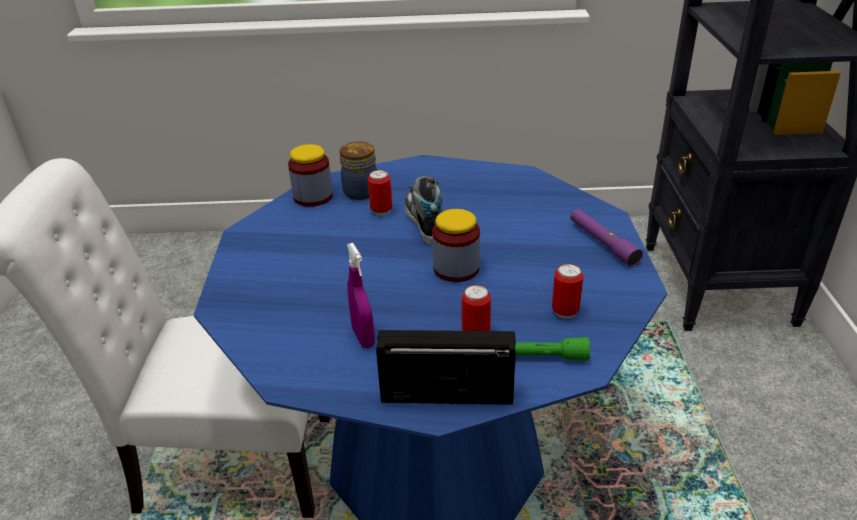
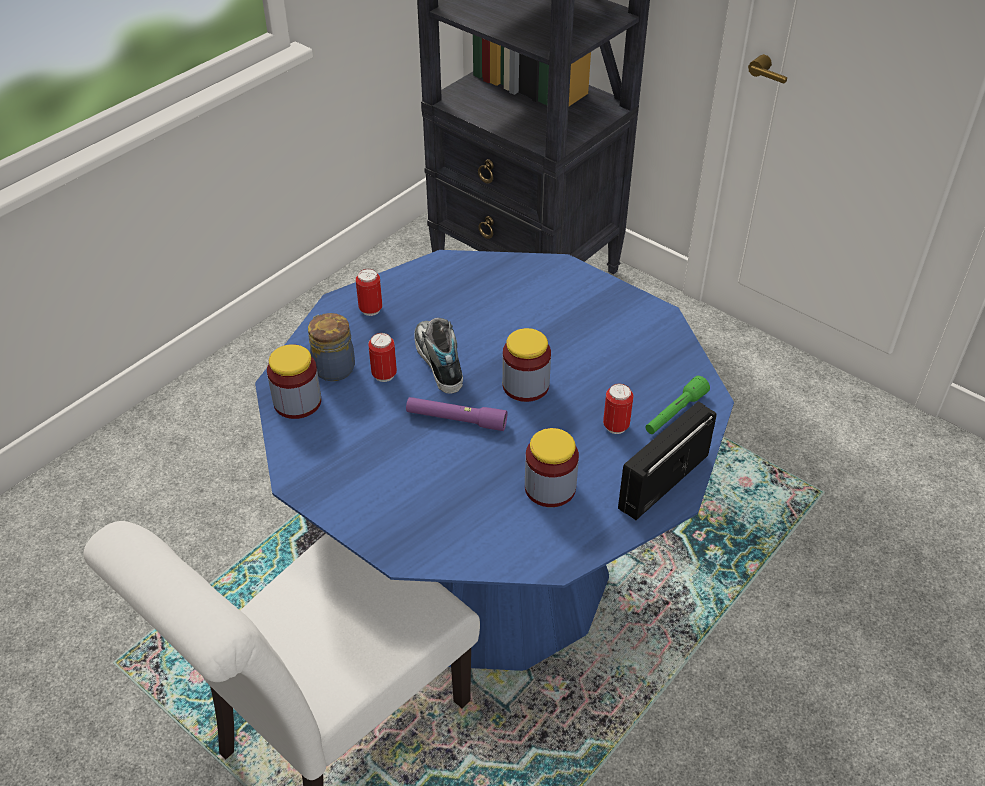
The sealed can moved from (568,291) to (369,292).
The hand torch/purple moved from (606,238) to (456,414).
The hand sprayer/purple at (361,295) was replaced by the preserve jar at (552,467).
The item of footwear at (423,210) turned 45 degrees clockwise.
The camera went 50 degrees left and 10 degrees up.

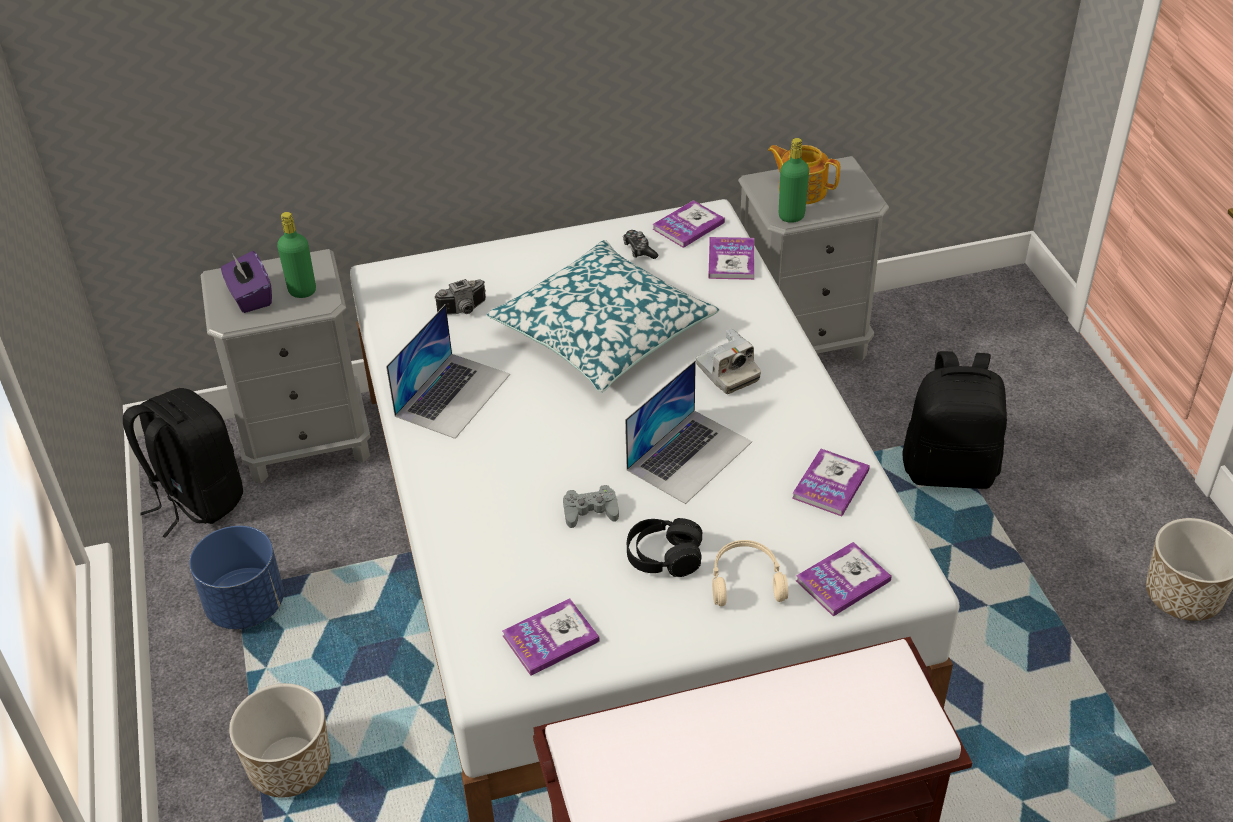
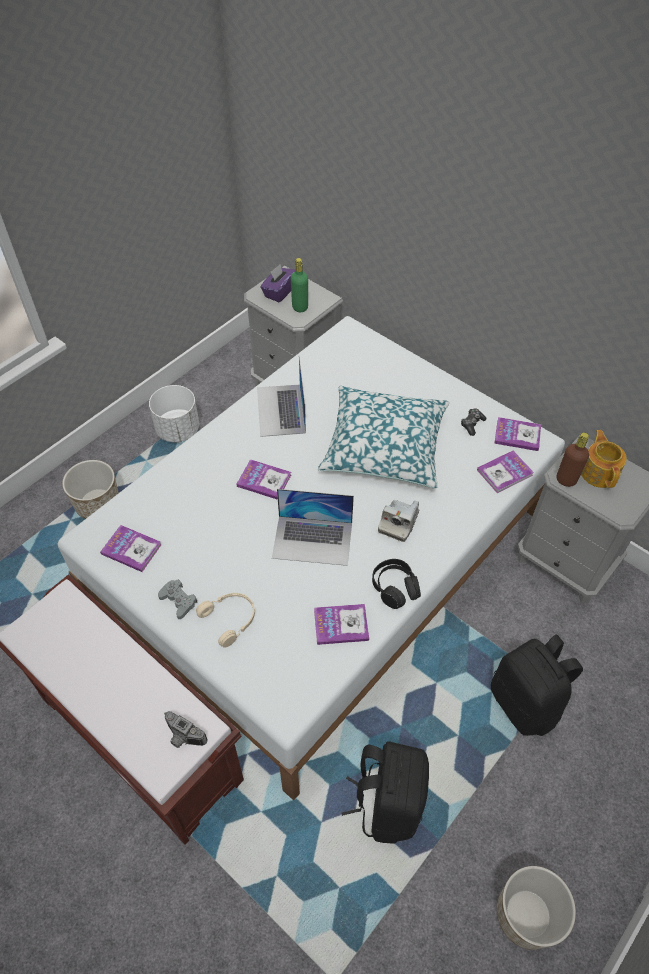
The backpack/black moved from (183,463) to (385,792).
The still camera moved from (460,297) to (185,729).
The gamepad/gray moved from (591,506) to (178,599).
The headphones/black moved from (664,547) to (396,584).
The volume moved from (844,579) to (263,479).
The plant pot/blue at (236,577) became the plant pot/whitish at (174,413).
The beverage bottle/greenish at (794,180) became the beverage bottle/brown-coloured at (573,459).
The portable computer at (448,371) turned 90 degrees clockwise.
The camera went 55 degrees right and 10 degrees up.

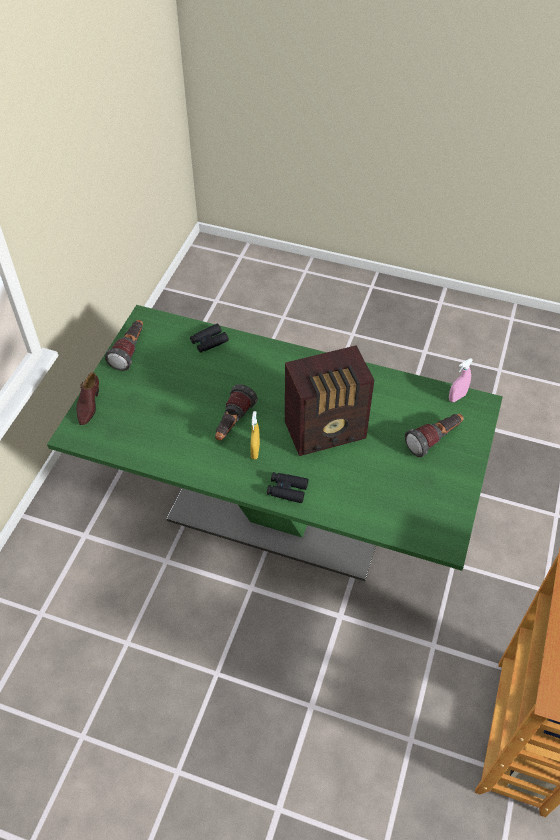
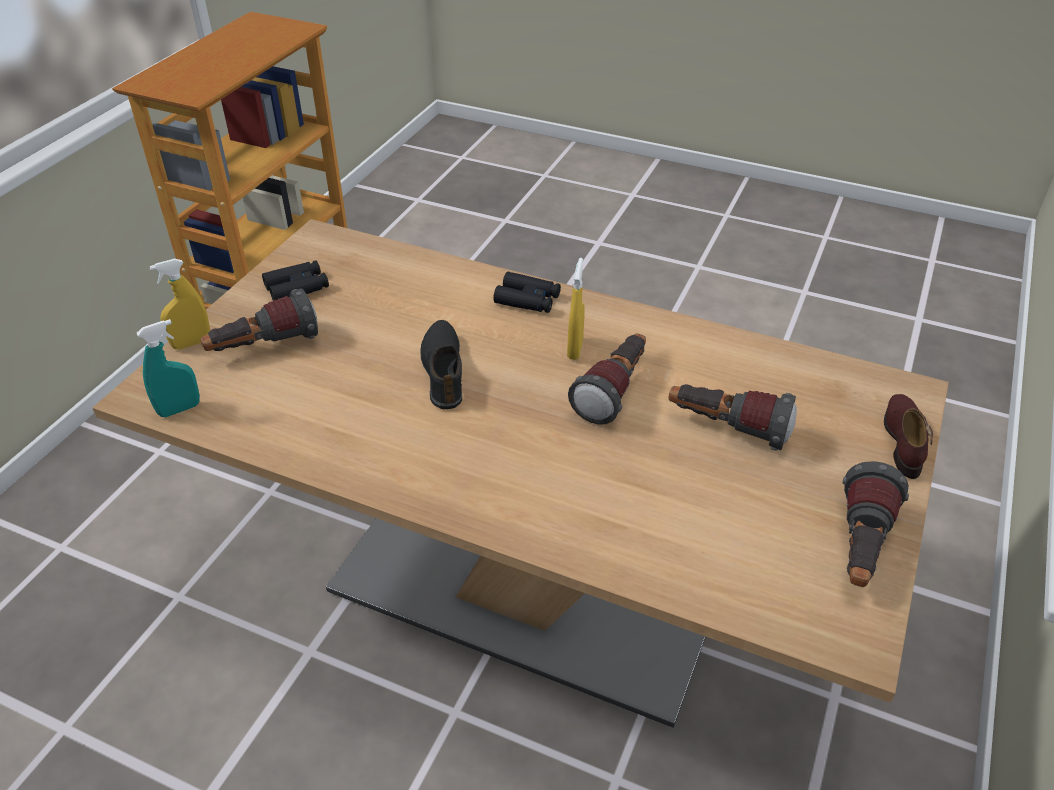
The hand sprayer/yellow at (179,304) appeared.
The hand torch at (733,417) appeared.
The pair of binoculars/black moved from (209,338) to (295,280).
The radio set at (329,400) was replaced by the item of footwear/black at (441,364).
The dinner table/greenish at (275,443) became the dinner table/beige at (520,473).
The hand sprayer/pink at (461,380) became the hand sprayer/blue-green at (168,368).
The camera went 175 degrees left and 10 degrees down.

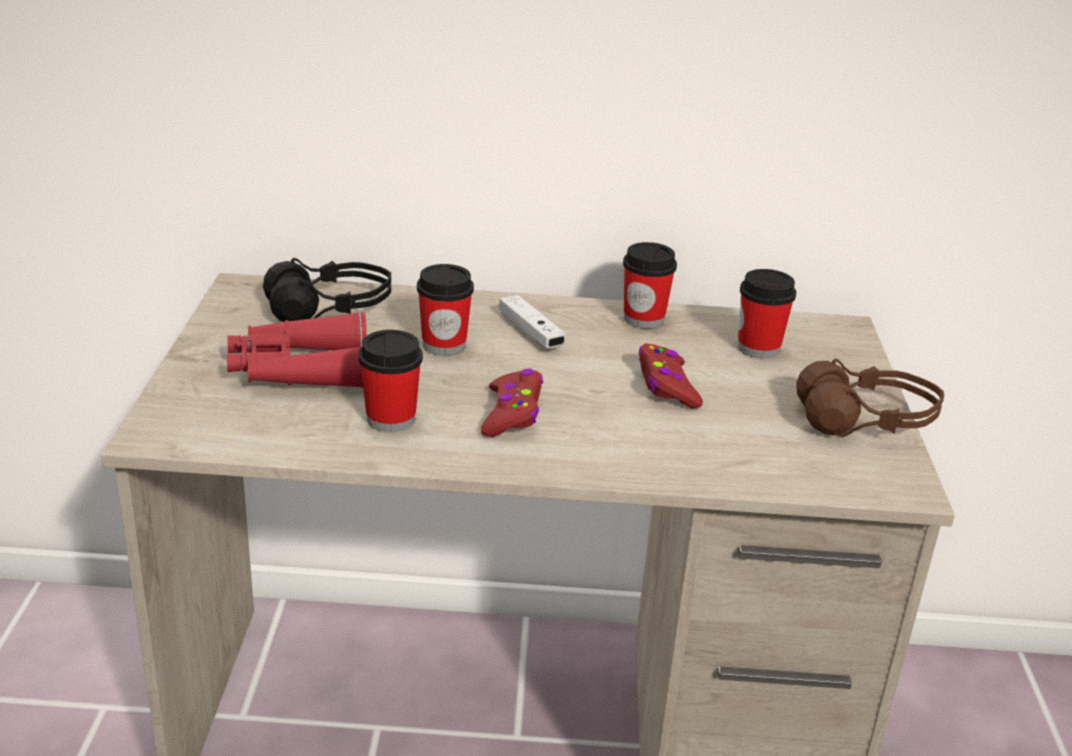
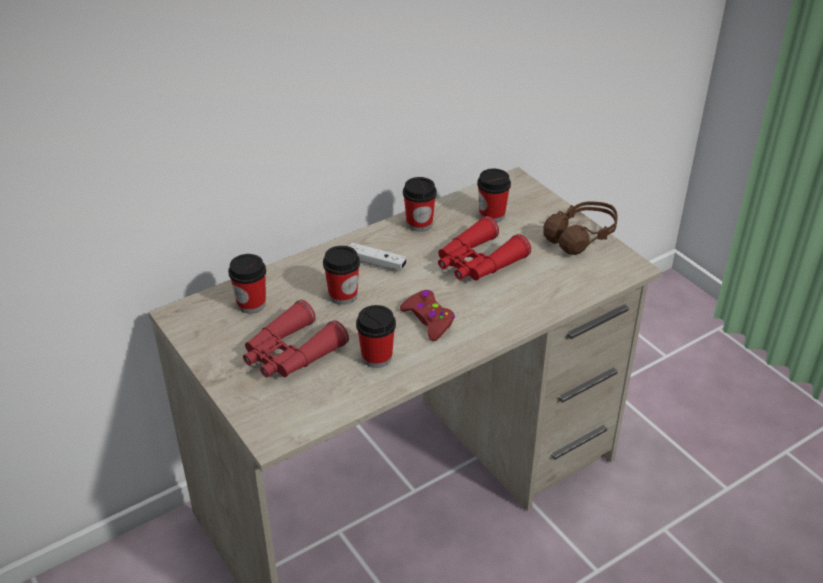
The headphones/black at (327,290) was replaced by the cup at (247,283).
The gamepad/red-coloured at (671,376) was replaced by the pair of binoculars/red-coloured at (484,248).
The camera went 35 degrees left and 10 degrees up.

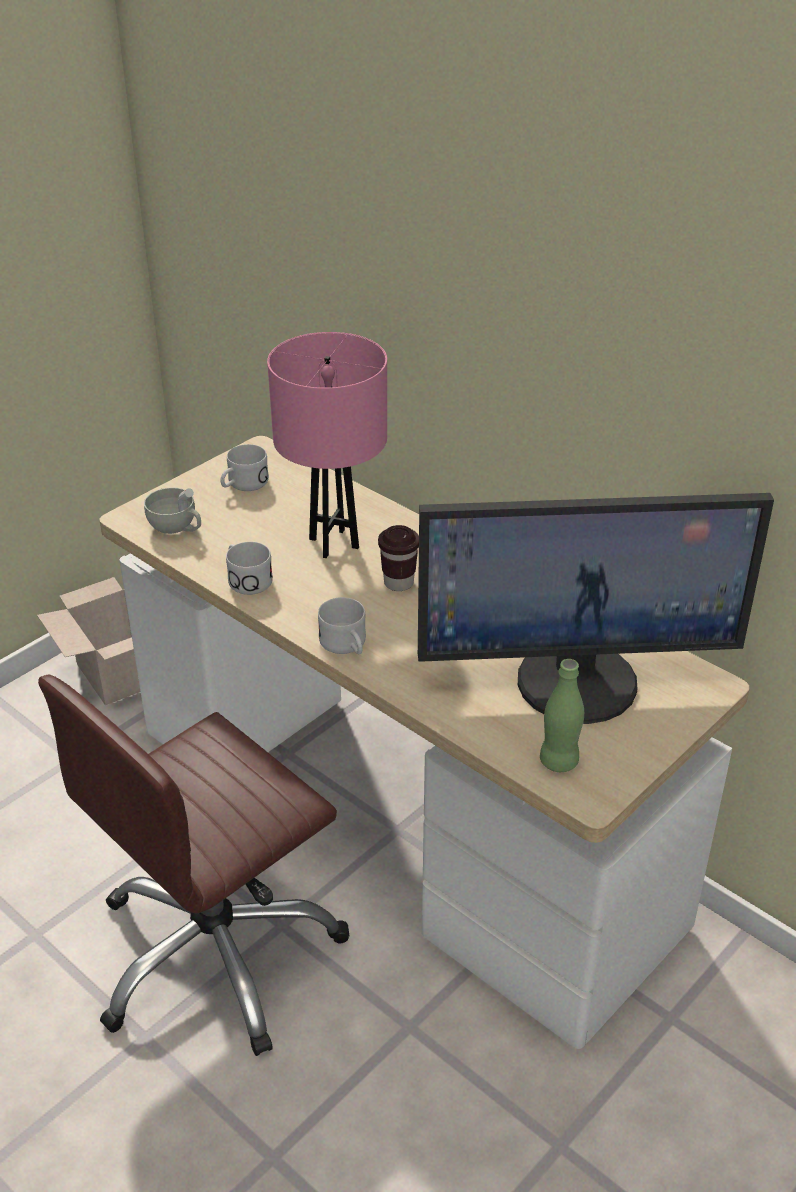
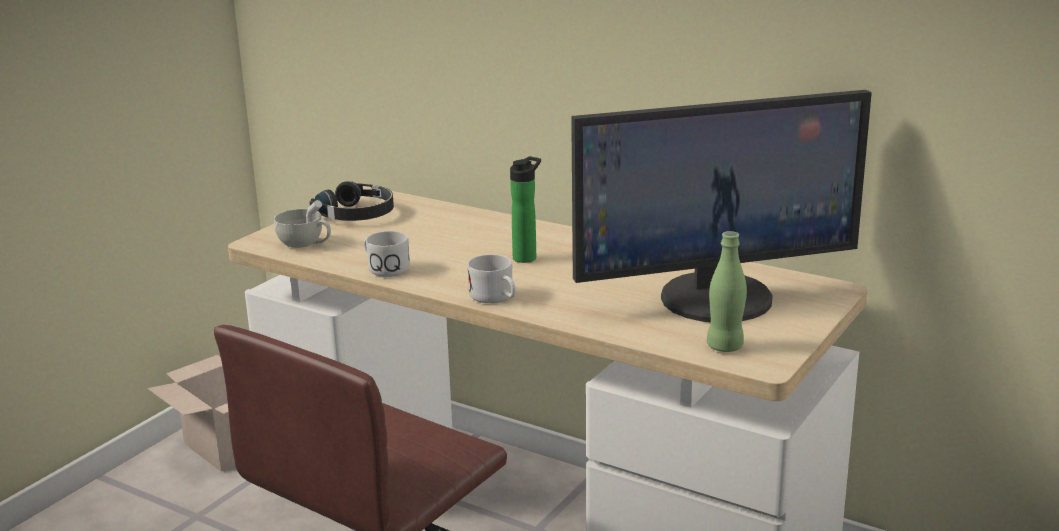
The lamp for a table/pink at (327,445) disappeared.
The mug/whitish at (244,467) was replaced by the headphones/black at (352,201).
The cup/brown-coloured at (398,558) was replaced by the beverage bottle at (525,209).
The camera went 10 degrees left and 15 degrees down.

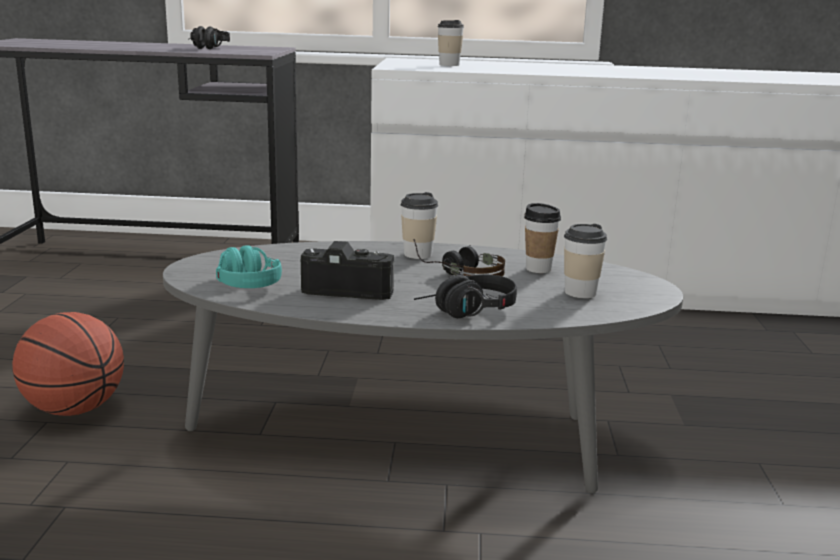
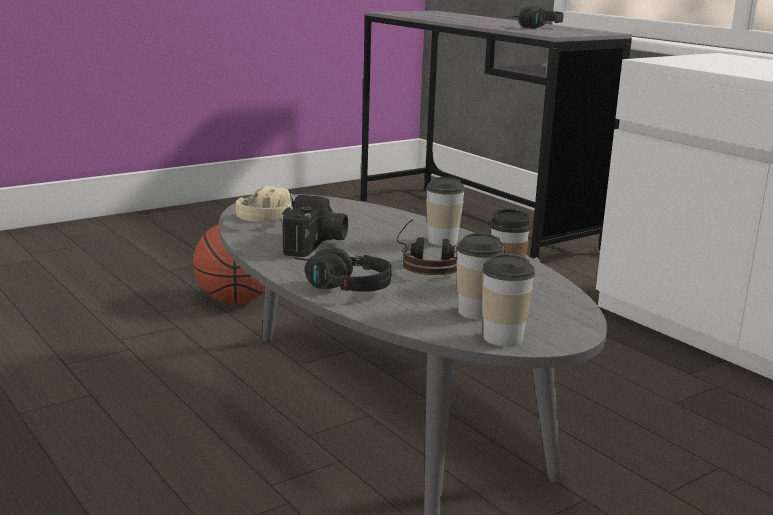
The cup moved from (451,43) to (508,300).
The headphones/blue-green at (249,266) became the headphones/beige at (269,204).
The still camera at (347,270) turned 45 degrees clockwise.
The camera went 50 degrees right and 0 degrees up.

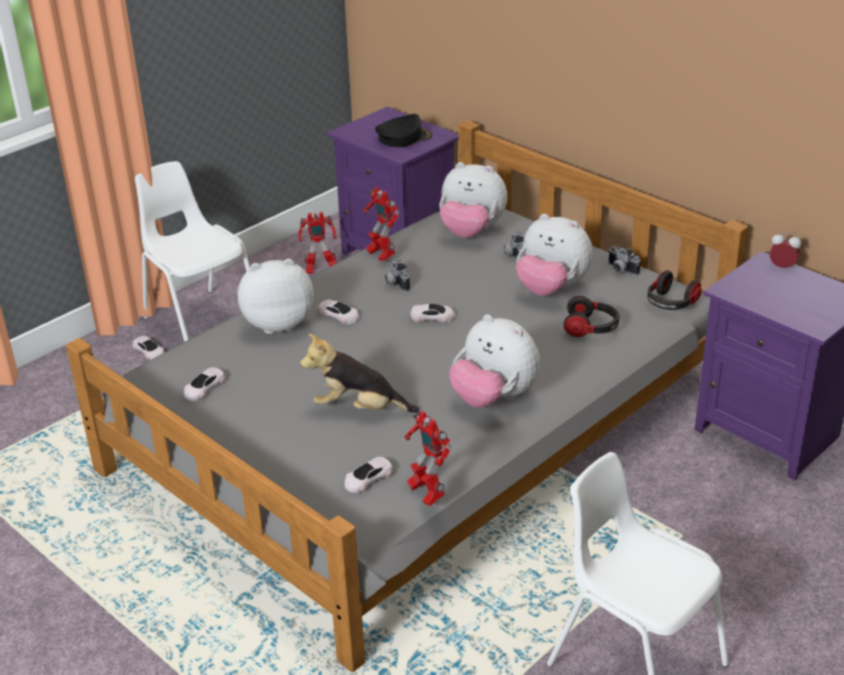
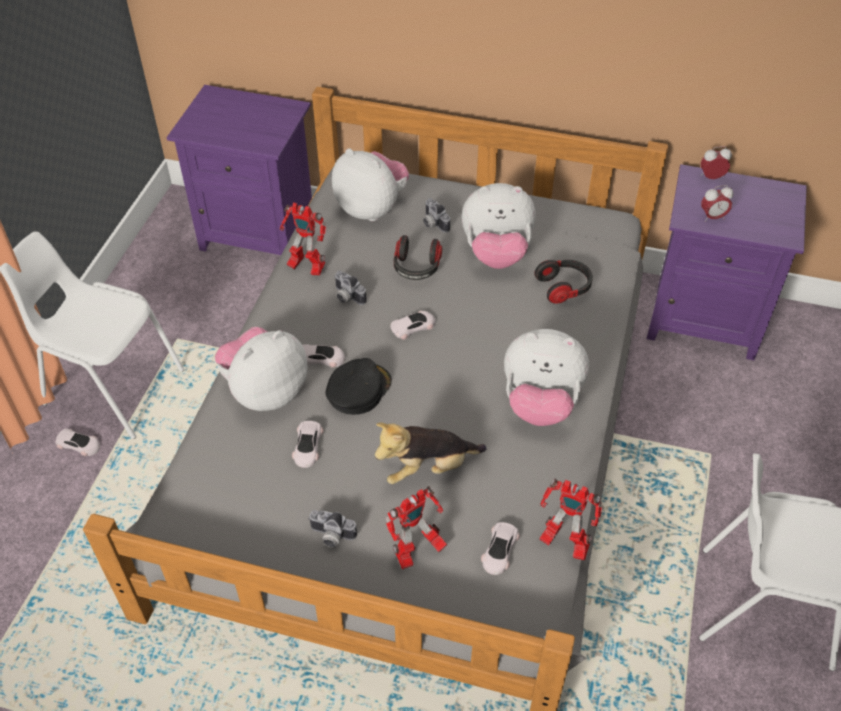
The table clock at (717,203) appeared.
The miniature car/whitish moved from (204,384) to (308,444).
The toy robot moved from (317,243) to (416,527).
The baseball cap/black moved from (403,130) to (358,386).
The still camera moved from (624,260) to (332,528).
The headphones moved from (674,290) to (418,257).
The soft toy at (473,200) turned 135 degrees counterclockwise.
The camera went 30 degrees left and 15 degrees up.

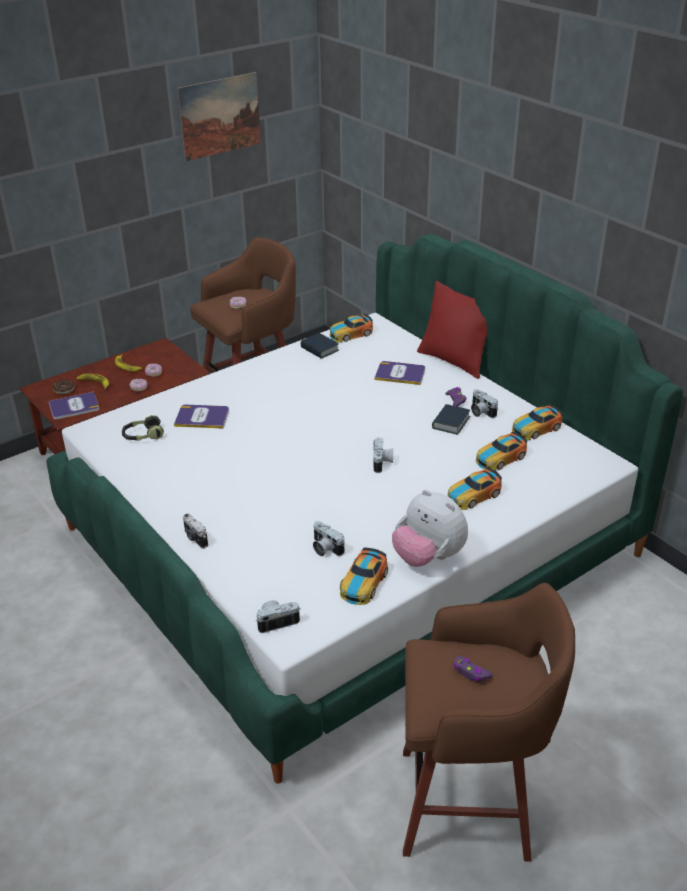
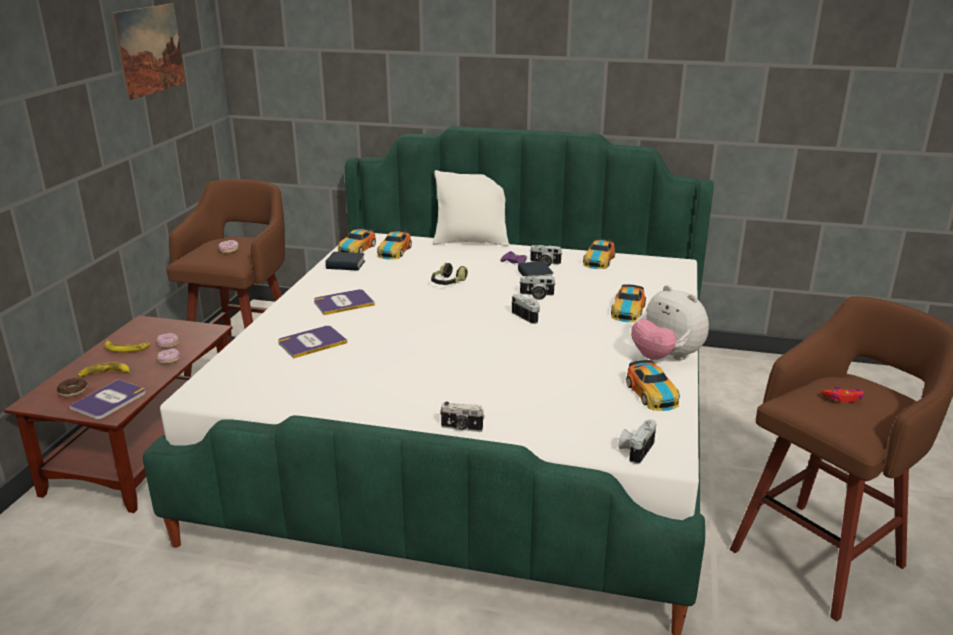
The headphones moved from (143,428) to (449,274).
The still camera moved from (328,538) to (538,287).
The volume moved from (400,373) to (344,302).
The miniature car moved from (501,451) to (394,245).
The cushion/red-coloured at (452,330) became the cushion/whitish at (471,208).
The gamepad/purple at (473,669) became the gamepad/red-coloured at (842,395).
The soft toy at (430,528) turned 45 degrees clockwise.
The camera went 40 degrees left and 10 degrees down.

